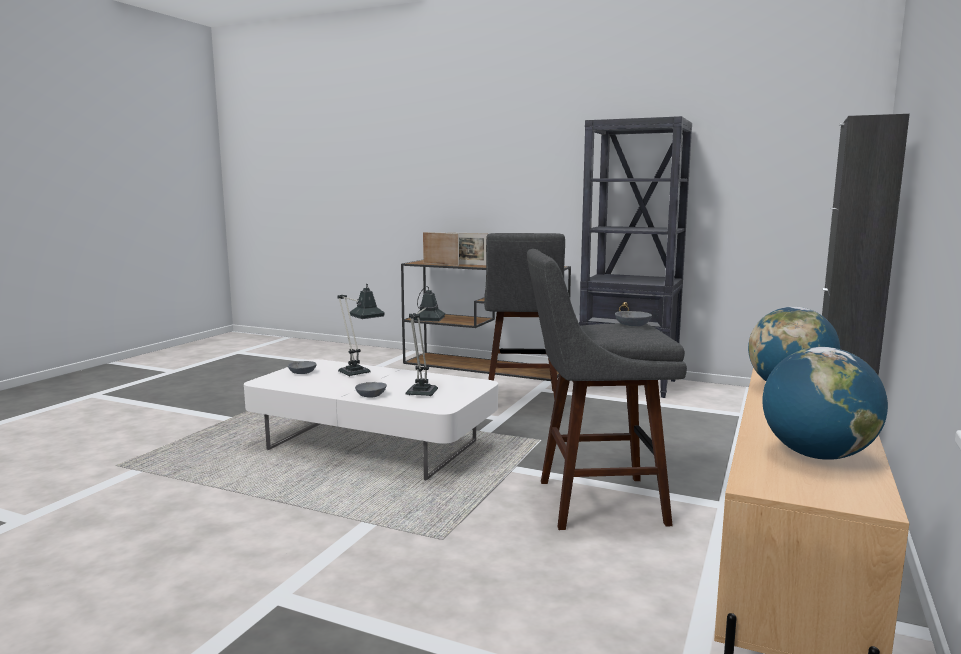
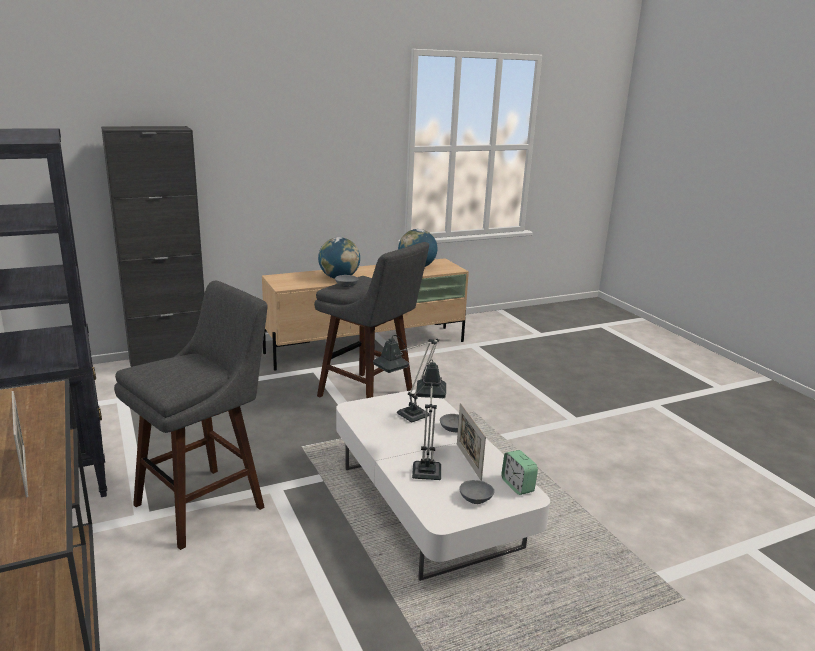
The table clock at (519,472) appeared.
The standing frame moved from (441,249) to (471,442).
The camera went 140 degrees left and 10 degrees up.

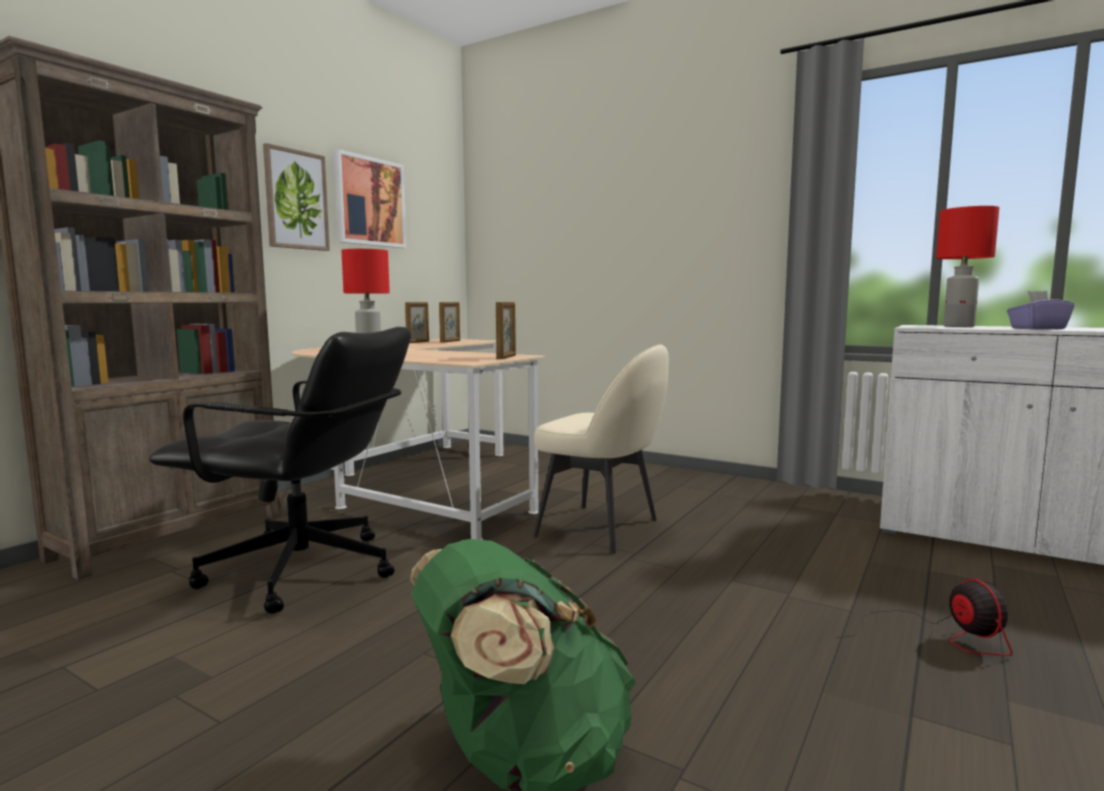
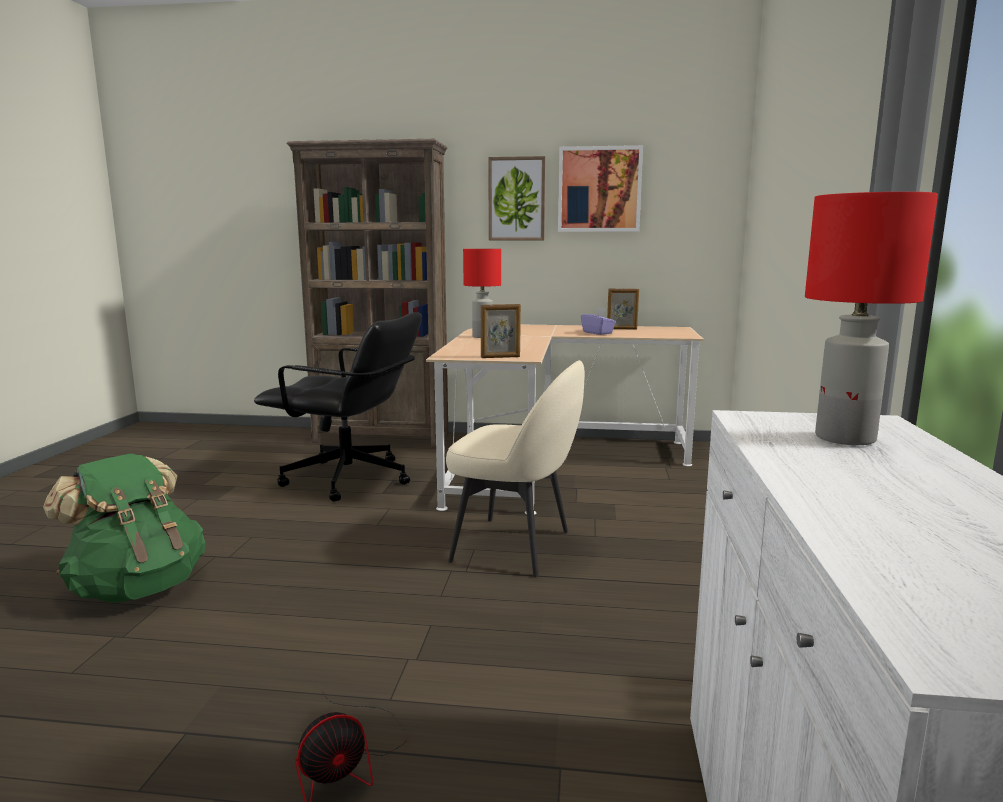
The standing frame at (449,322) disappeared.
The tissue holder/purple moved from (1041,310) to (598,321).
The desk chair/black at (280,470) turned 60 degrees counterclockwise.
The plain chair/beige at (601,449) turned 75 degrees counterclockwise.
The camera went 65 degrees right and 5 degrees up.

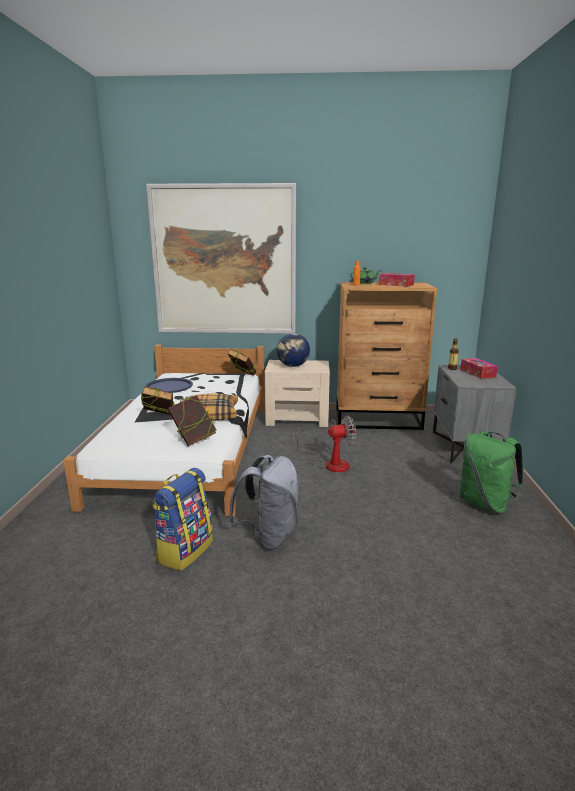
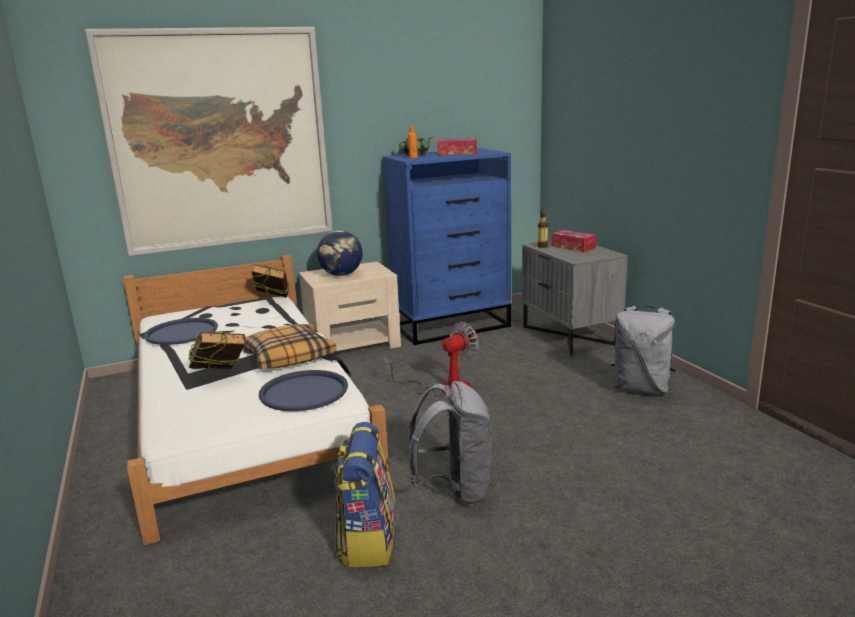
The volume at (192,420) was replaced by the tray/blue at (303,390).
The chest of drawers/brown-coloured at (386,356) became the chest of drawers/blue at (446,246).
The backpack/greenish at (491,472) became the backpack/gray at (643,350).
The camera went 25 degrees left and 0 degrees up.

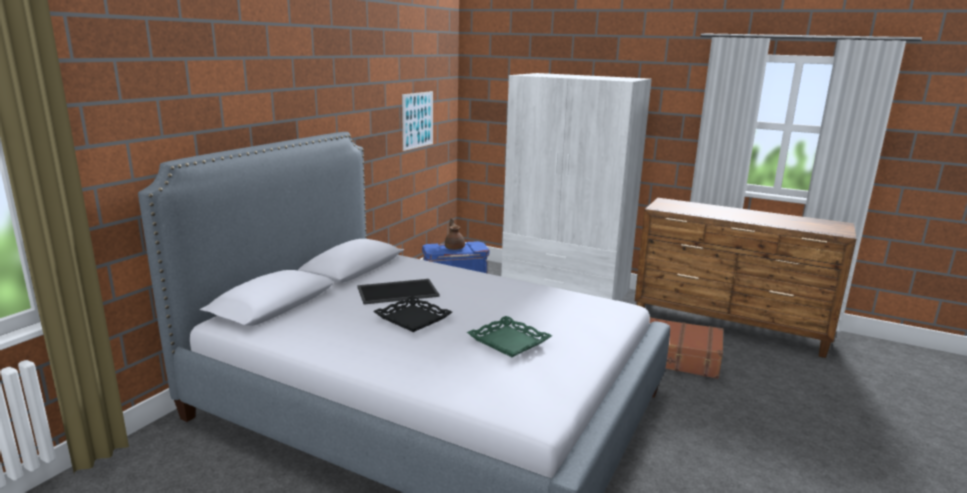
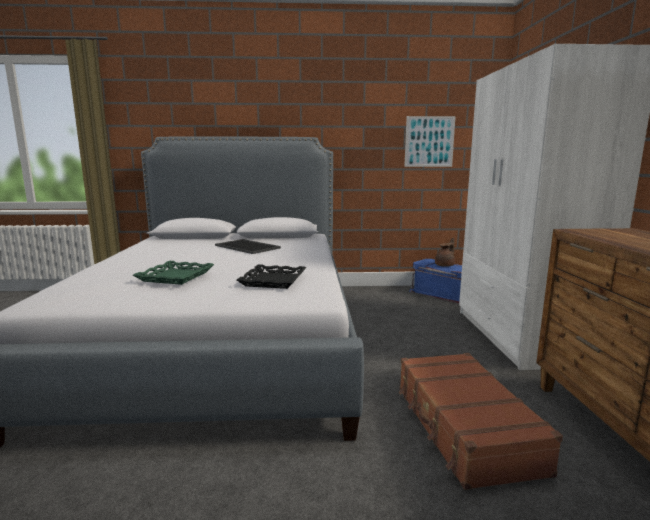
The tray/black moved from (412,314) to (271,276).
The camera went 60 degrees right and 5 degrees down.

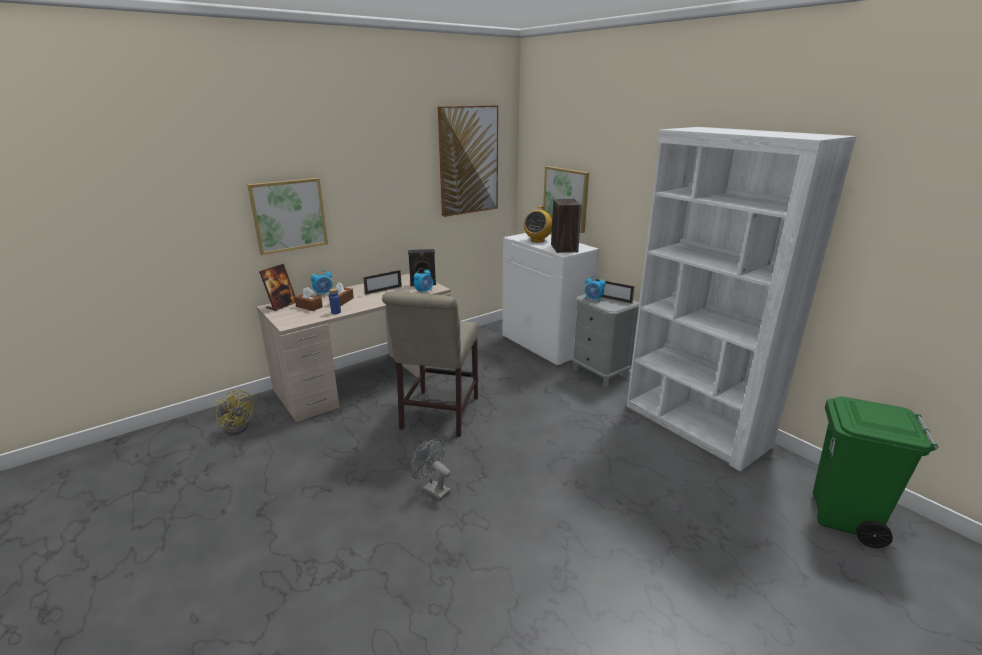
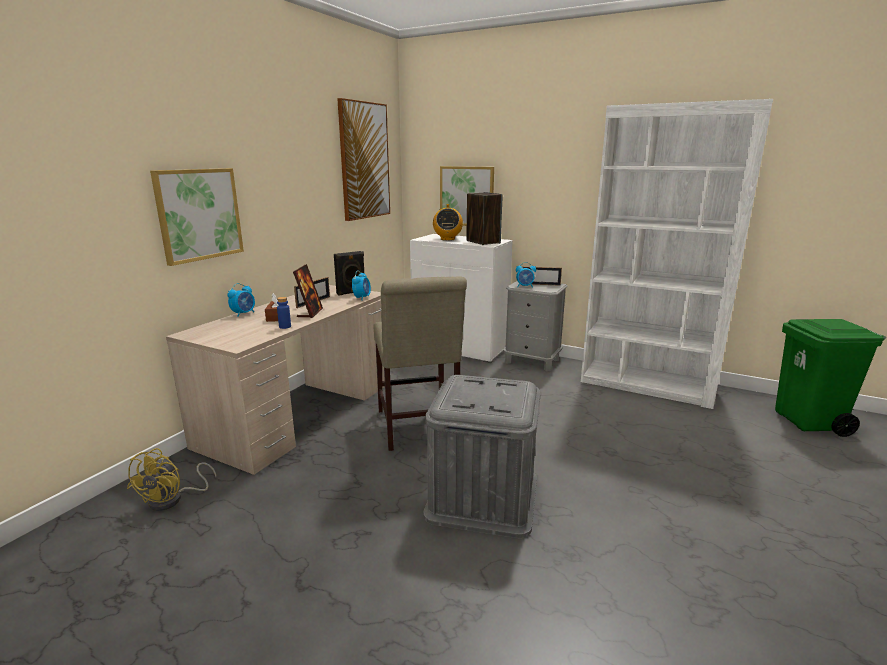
The tissue holder/brown-coloured at (309,299) disappeared.
The standing frame moved from (277,287) to (308,291).
The fan/gray at (431,469) was replaced by the storage container/gray at (482,456).
The fan/yellow at (235,412) turned 90 degrees clockwise.
The camera went 25 degrees left and 5 degrees down.

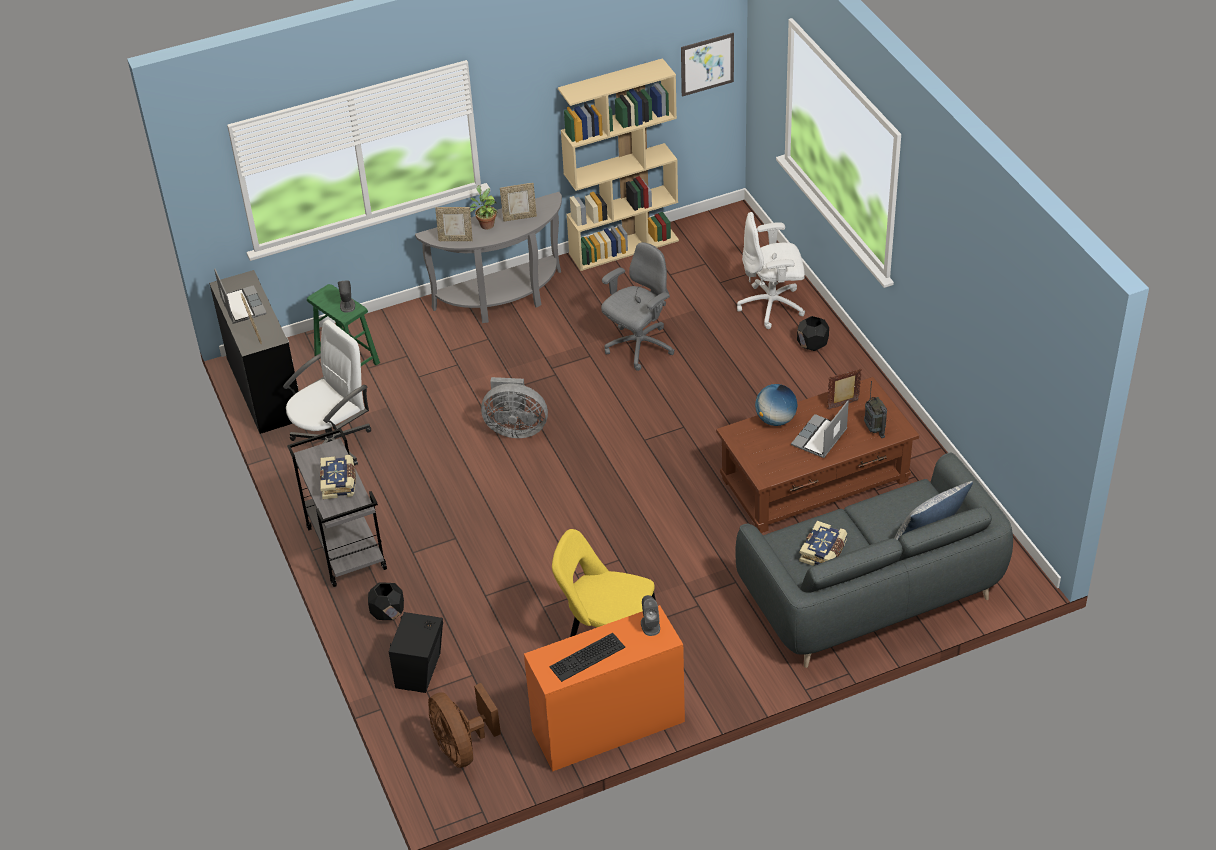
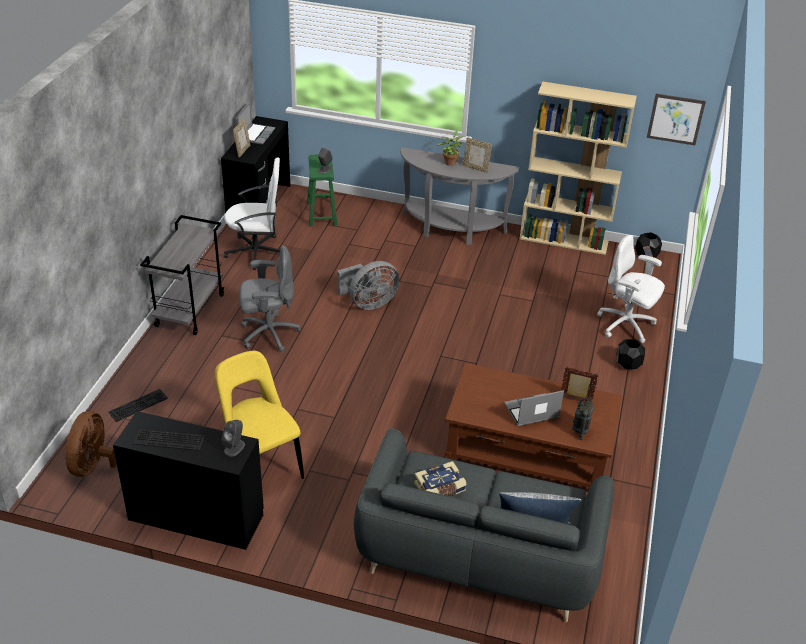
The volume at (338,477) disappeared.
The standing frame at (454,224) disappeared.
The world globe at (776,405) disappeared.
The plant pot/black moved from (386,601) to (648,245).
The desk chair/gray moved from (638,306) to (270,298).
The speaker/black at (416,652) was replaced by the PC keyboard at (138,405).
The desk table/orangey at (604,688) became the desk table/black at (188,480).
The fan/gray at (514,407) turned 75 degrees counterclockwise.
The camera went 35 degrees right and 5 degrees down.

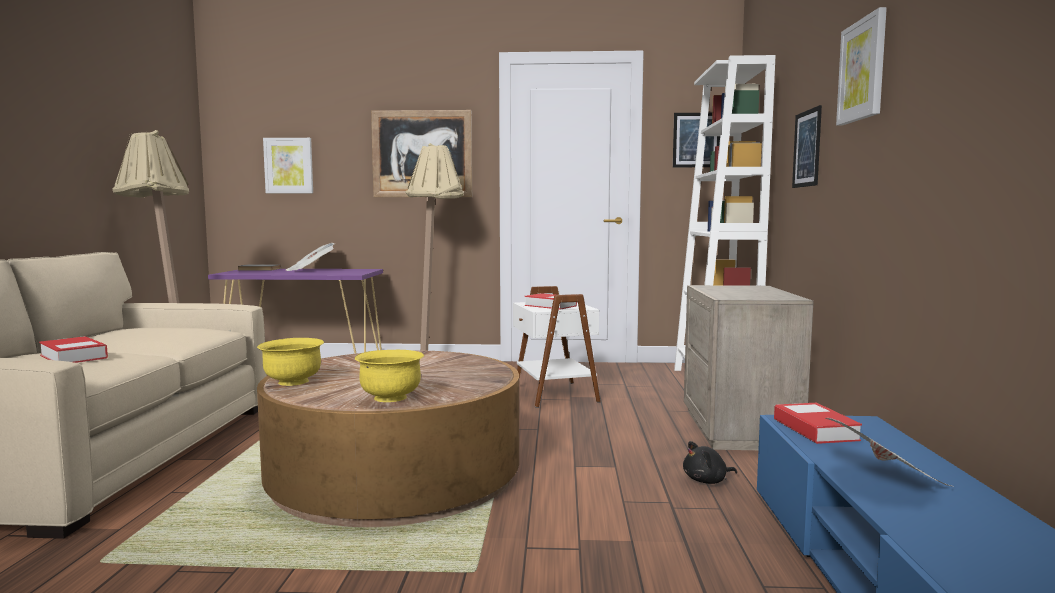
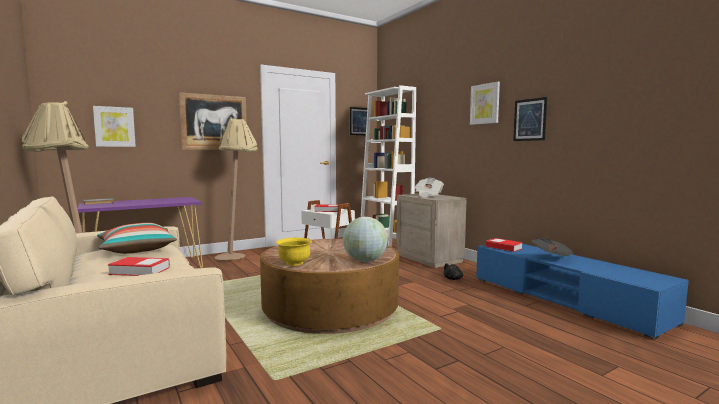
The cushion at (137,238) appeared.
The newspaper moved from (310,257) to (429,187).
The wall art moved from (807,146) to (530,119).
The serving bowl/yellow at (389,376) was replaced by the world globe at (365,239).
The camera went 35 degrees left and 0 degrees up.

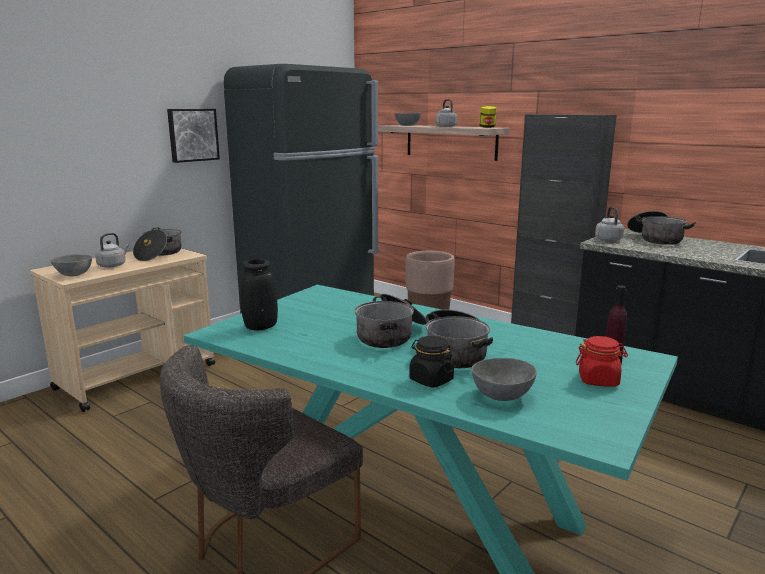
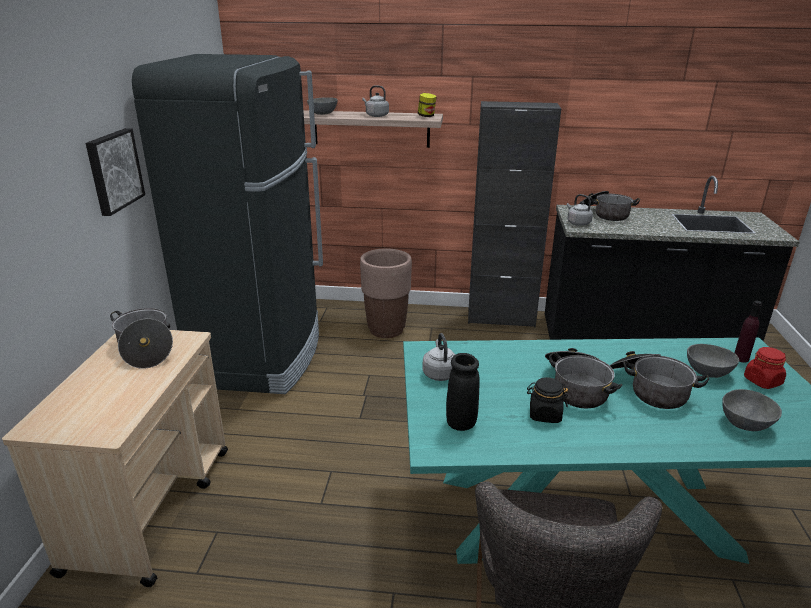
The serving bowl/gray moved from (71,265) to (713,361).
The water kettle/gray moved from (112,250) to (439,357).
The preserve jar/black moved from (431,361) to (547,400).
The camera went 35 degrees left and 10 degrees up.

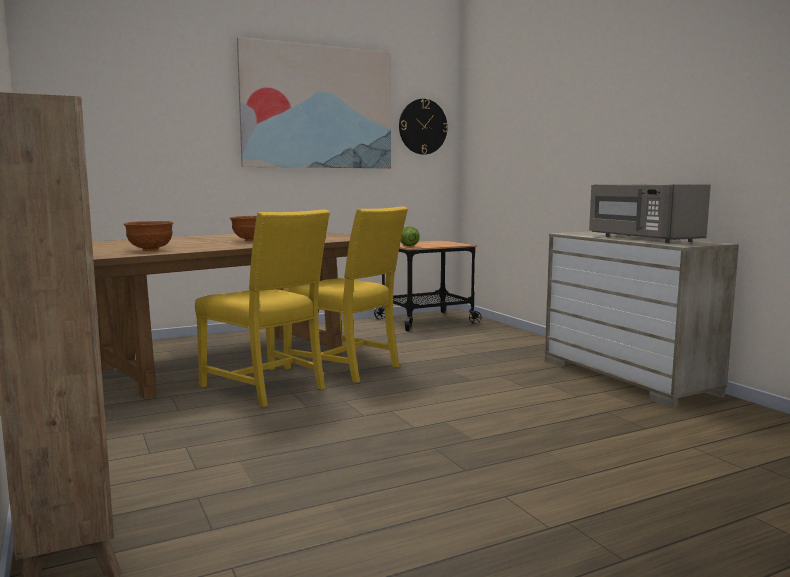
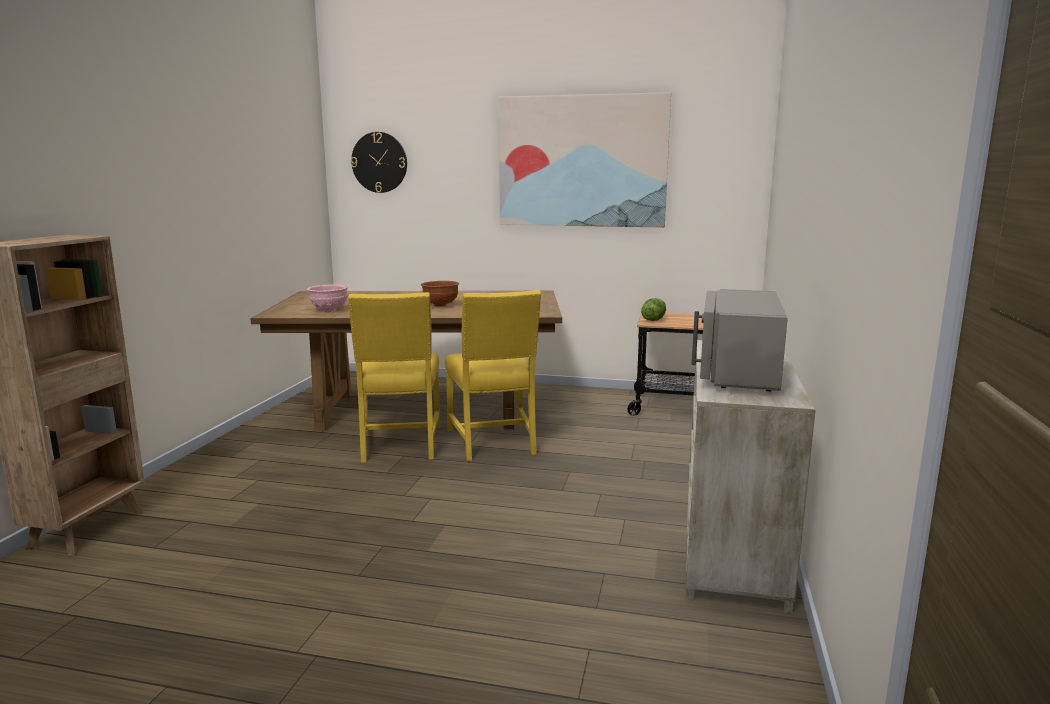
The clock on the wall moved from (423,127) to (379,162).
The serving bowl/brown-coloured at (148,236) became the serving bowl/pink at (327,298).
The camera went 40 degrees right and 5 degrees up.

